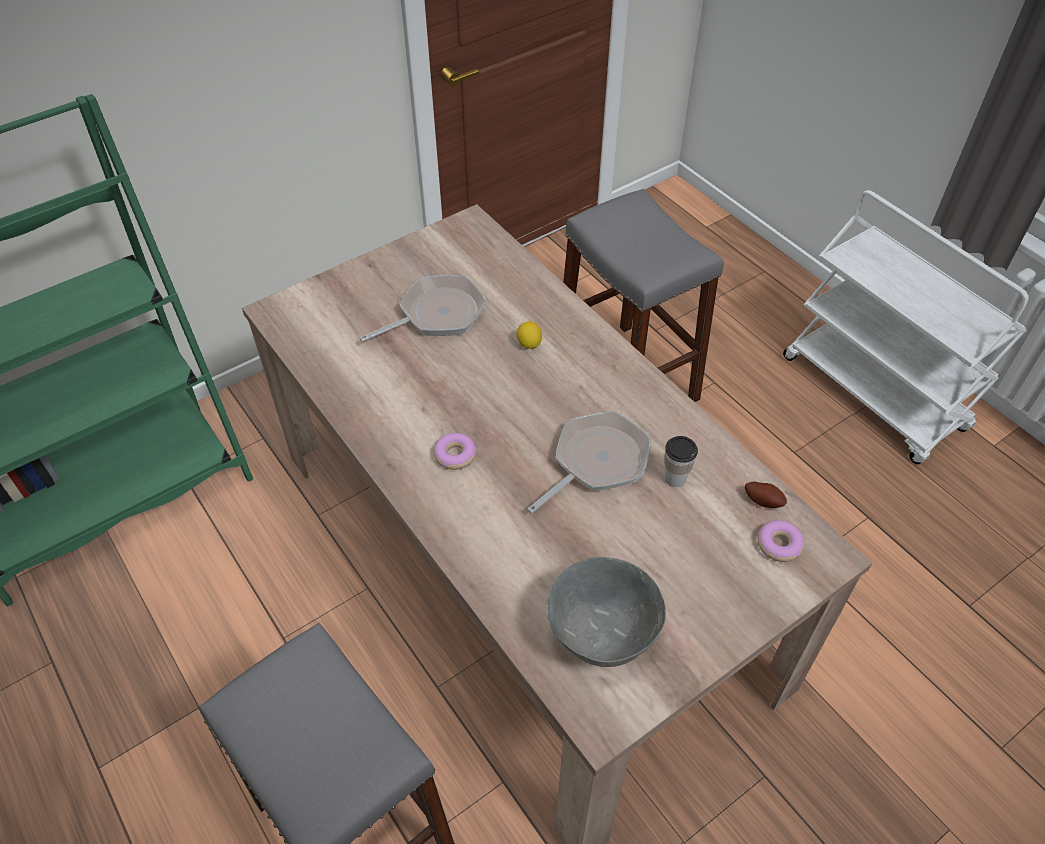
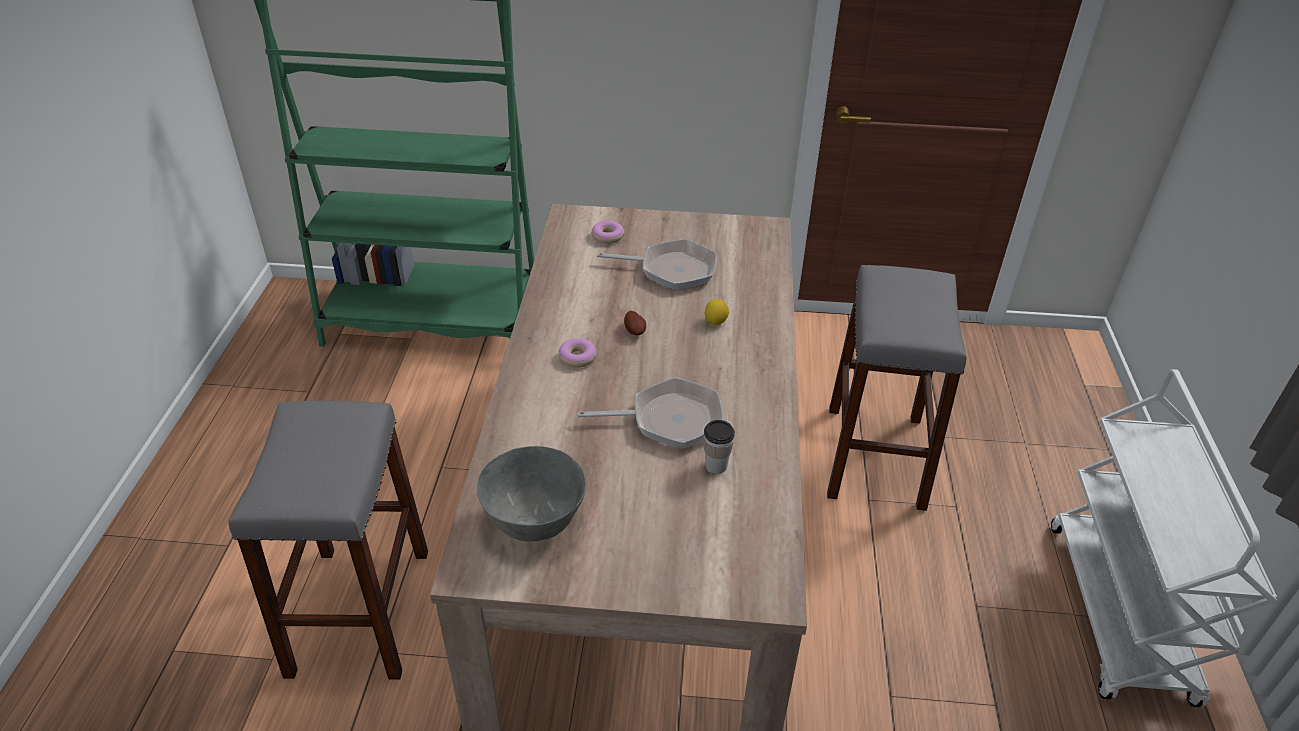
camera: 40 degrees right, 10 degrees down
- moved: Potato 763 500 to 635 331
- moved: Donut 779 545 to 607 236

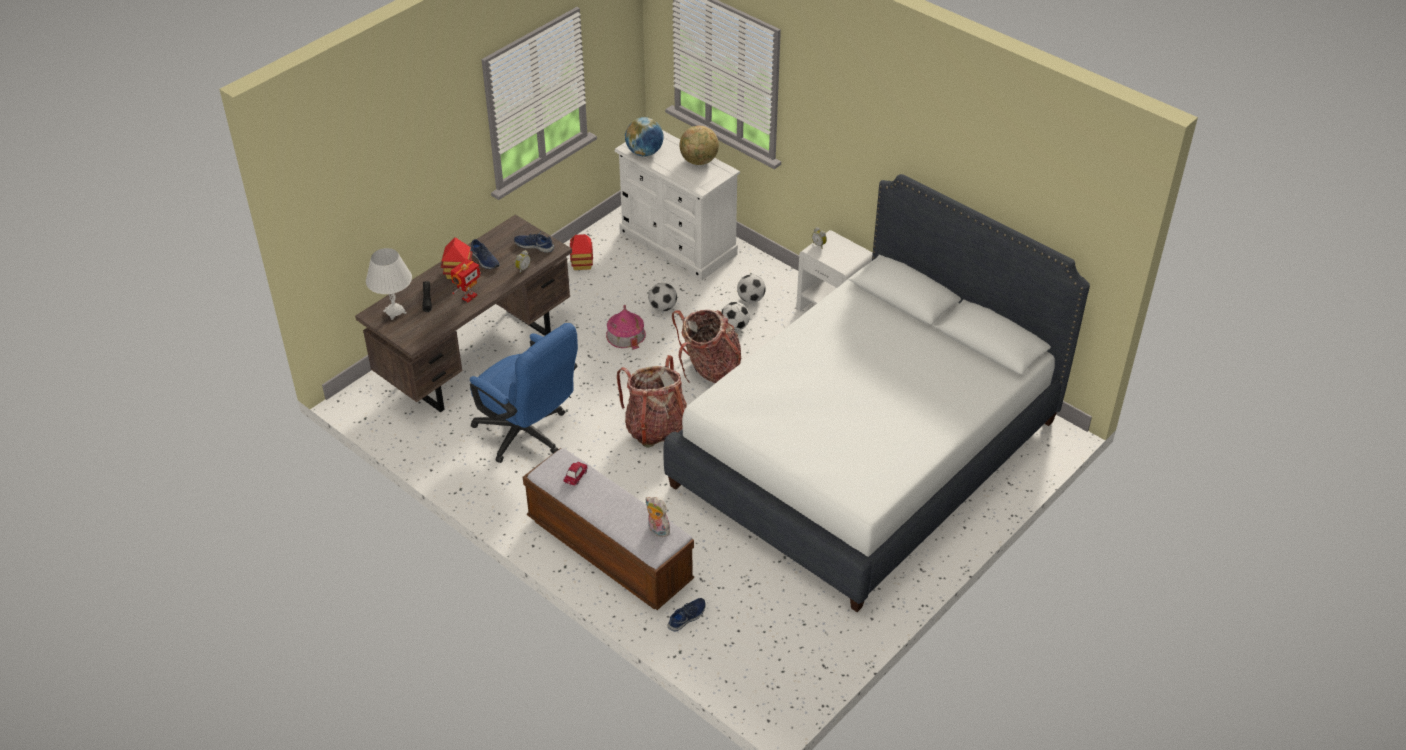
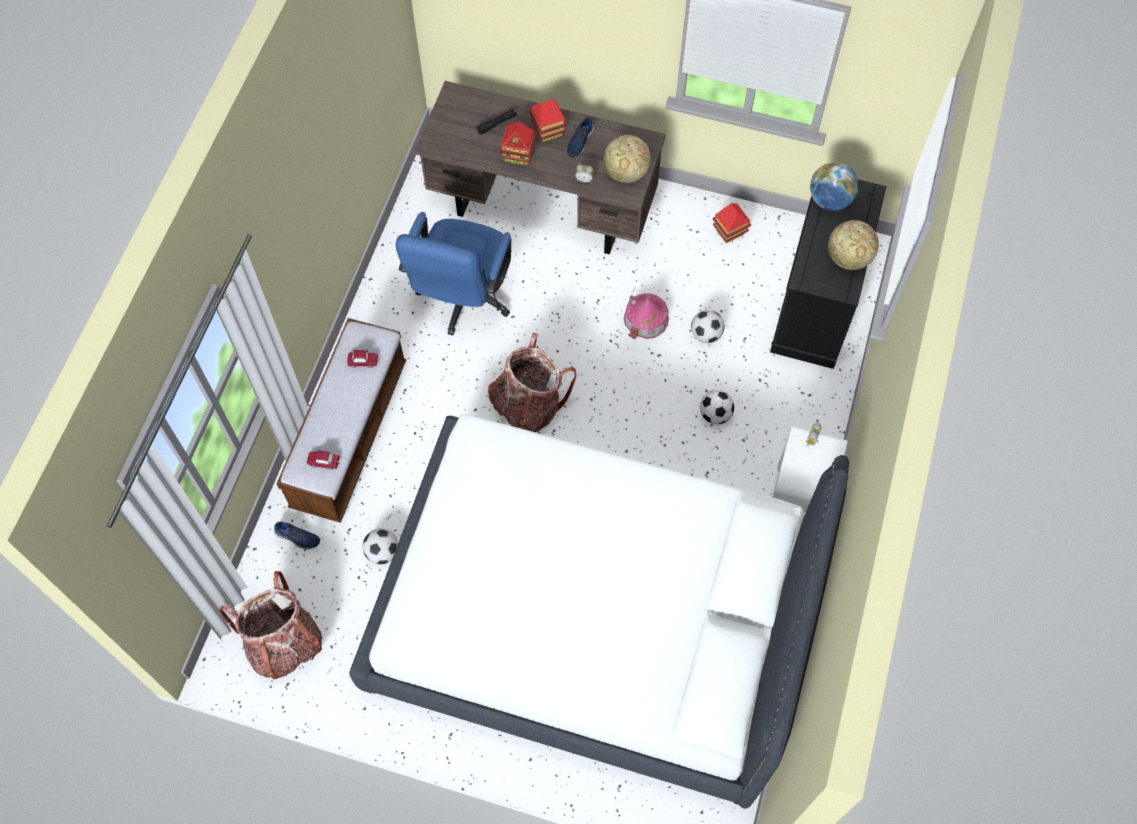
camera: 65 degrees right, 20 degrees up
- recoloured: WhiteDresser 678 244 to BlackDresser 815 304
- replaced: BlueShoe 534 245 to Globe 625 173
- removed: WhiteTableLamp 395 312
- replaced: ToyRobot 468 297 to ToyHouse 518 155
- moved: Football 751 299 to 382 552
- moved: Backpack 710 369 to 284 644
- replaced: PlushToy 657 530 to ToyCar 323 461

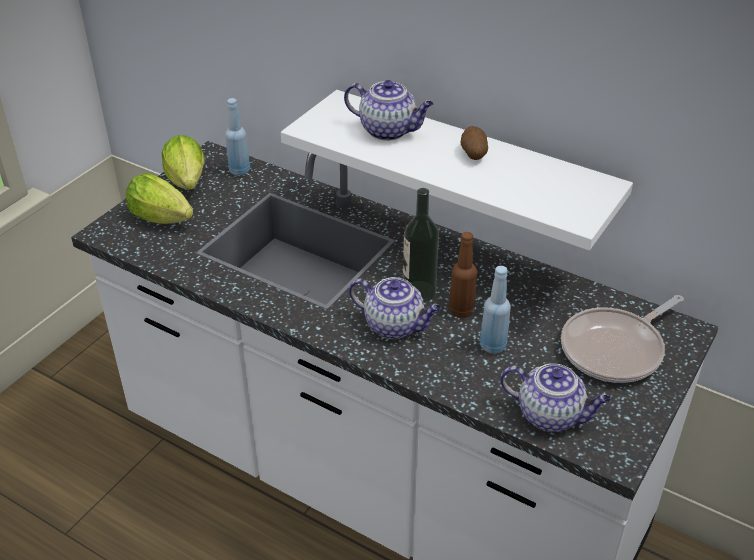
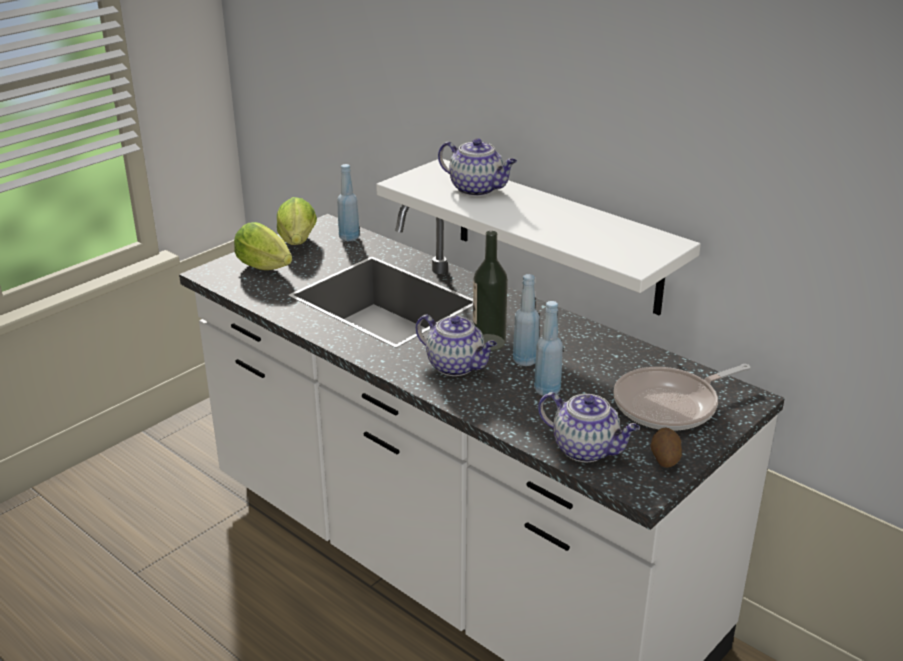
camera: 10 degrees right, 10 degrees down
- moved: Potato 473 154 to 664 460
- recoloured: BrownBottle 461 311 to BlueBottle 525 361

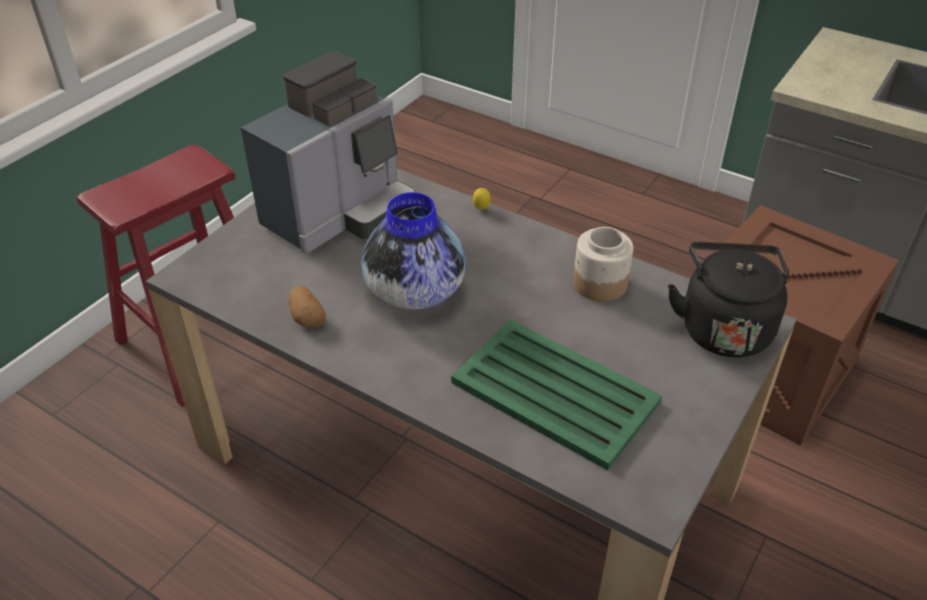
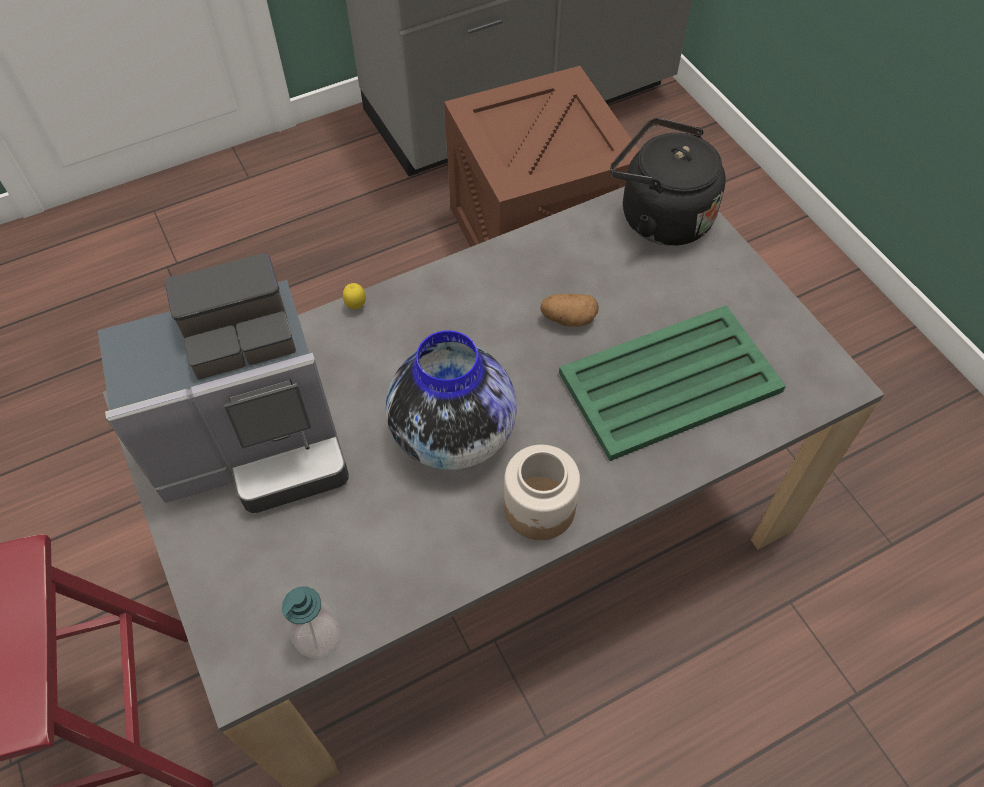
camera: 60 degrees left, 15 degrees up
- turned: CoffeeMachine 340 214 = 256 445 90 degrees clockwise
- moved: Jar 599 284 to 540 508
- moved: Potato 307 317 to 568 319
- added: SoapDispenser 317 636

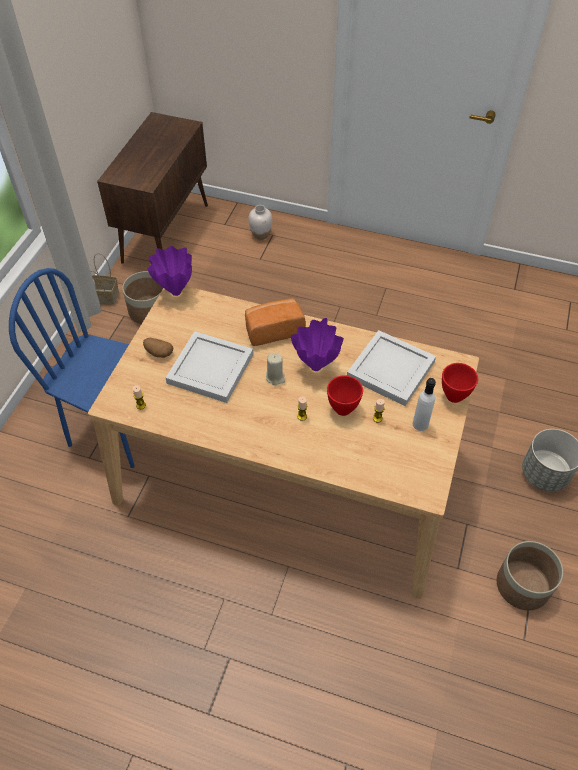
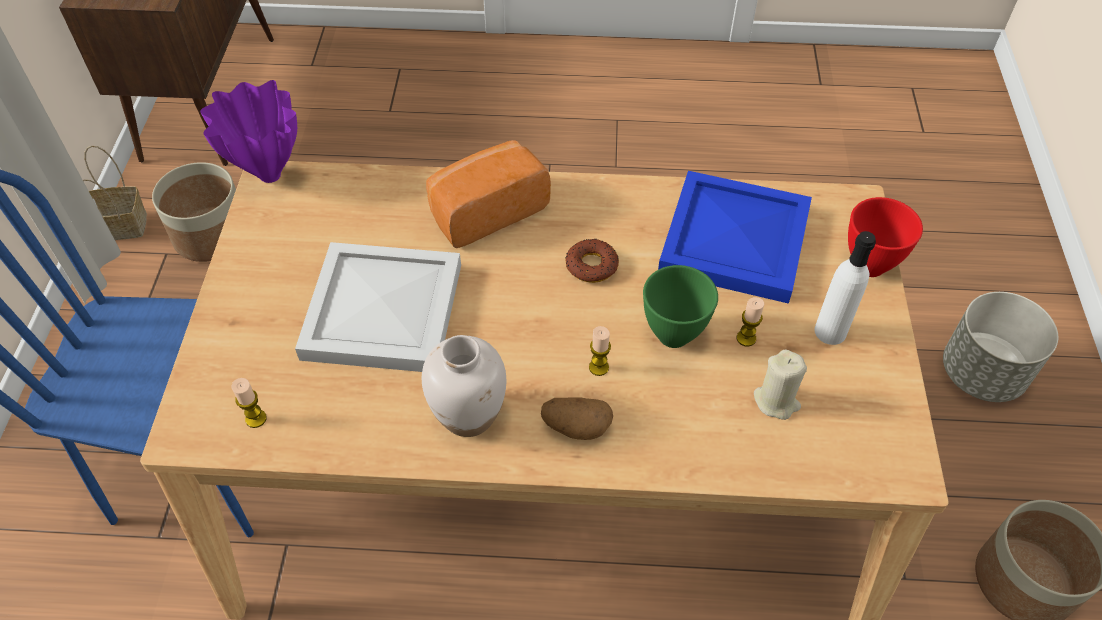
camera: 15 degrees left, 0 degrees up
- moved: WhiteVase 261 235 to 469 416
- replaced: PurpleVase 315 367 to Donut 592 265
- recoloured: WhiteTray 390 368 to BlueTray 733 238
- moved: Potato 158 353 to 576 427
- moved: BeigeCandle 275 377 to 776 401
- recoloured: RedBowl 343 408 to GreenBowl 673 333

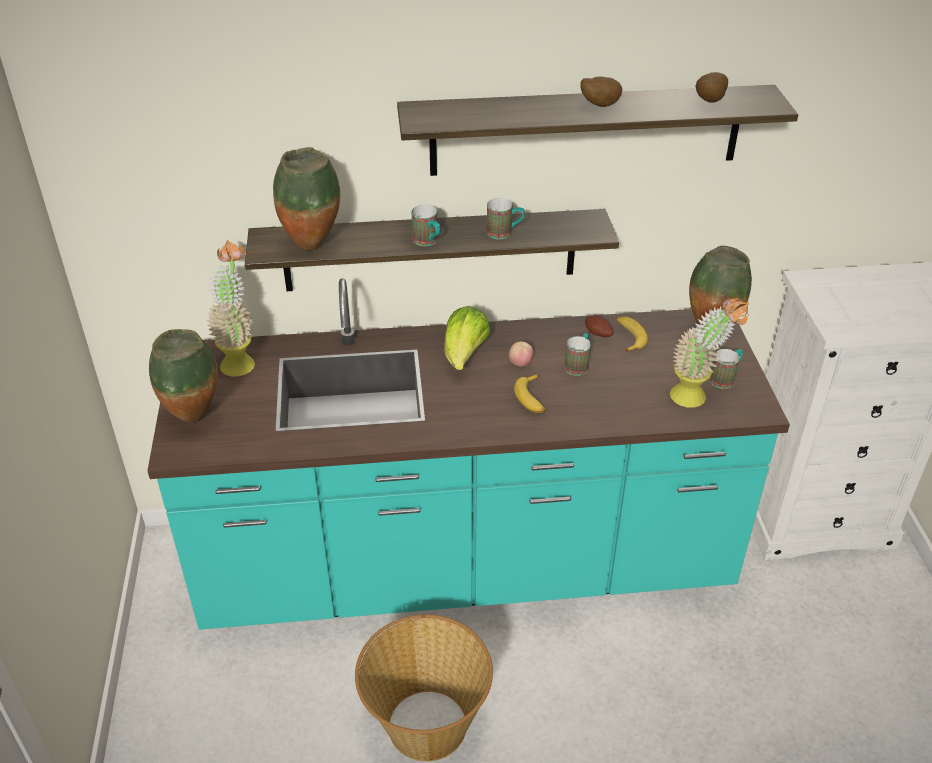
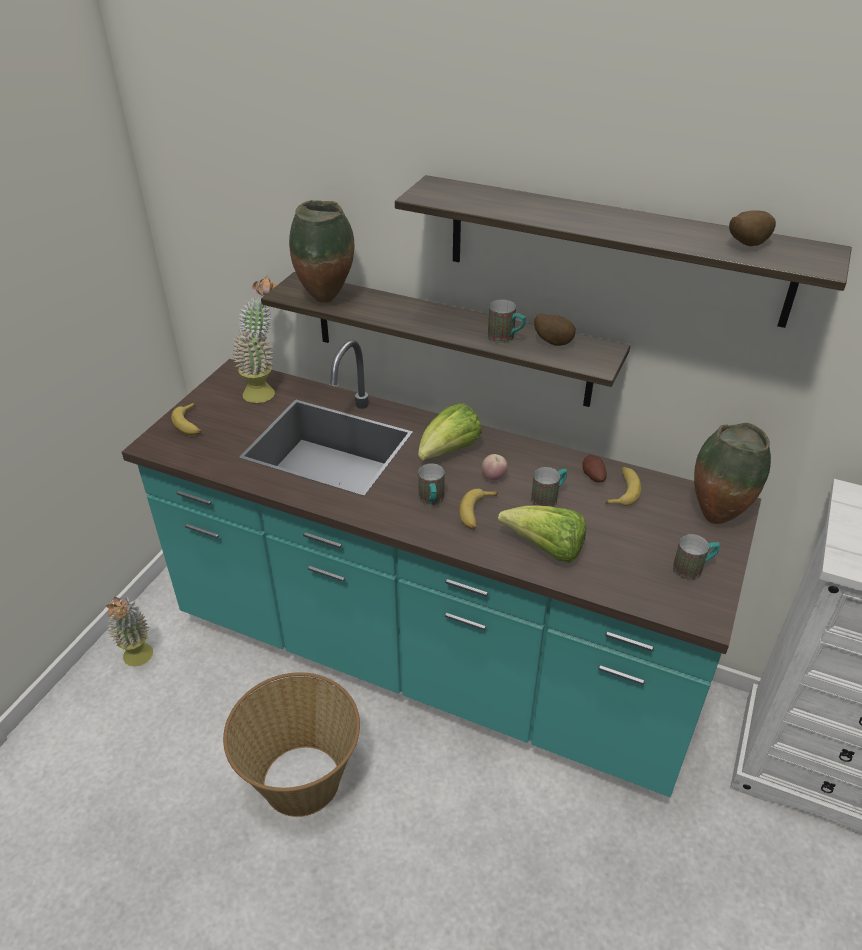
camera: 30 degrees right, 0 degrees up
- moved: Potato 599 105 to 553 342
- moved: Mug 428 242 to 431 501
- moved: PottedPlant 697 399 to 140 660
- replaced: Vase 195 418 to Banana 190 424
- added: Lettuce 545 549

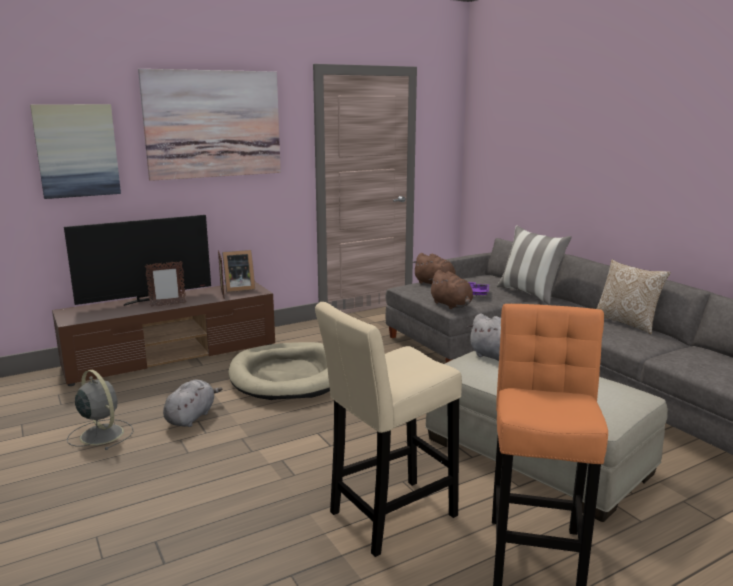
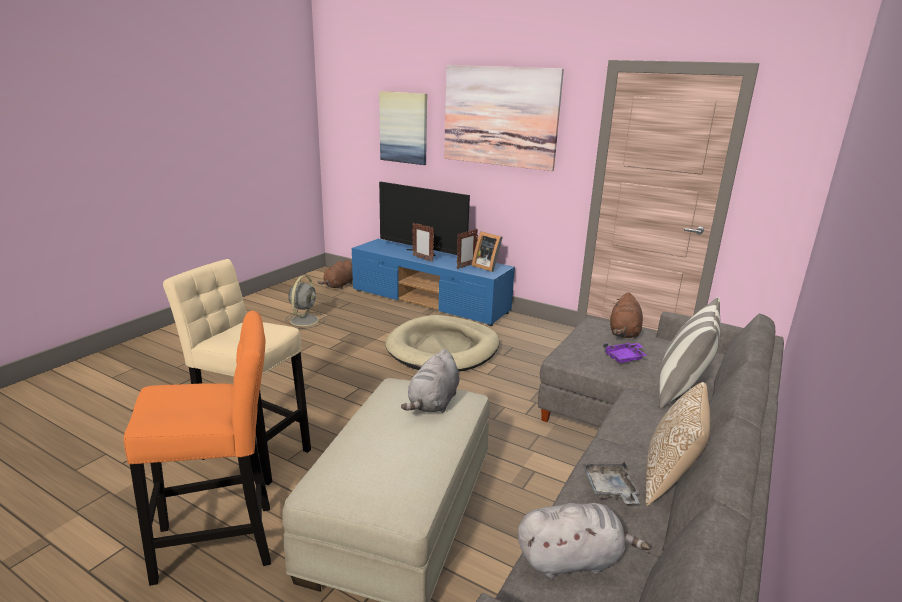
camera: 60 degrees right, 5 degrees up
- moved: BrownPlushToy 452 305 to 339 286
- recoloured: BrownTvStand 173 356 to BlueTvStand 430 301
- moved: GreyPlushToy 191 417 to 572 560
- added: GreyTray 609 489

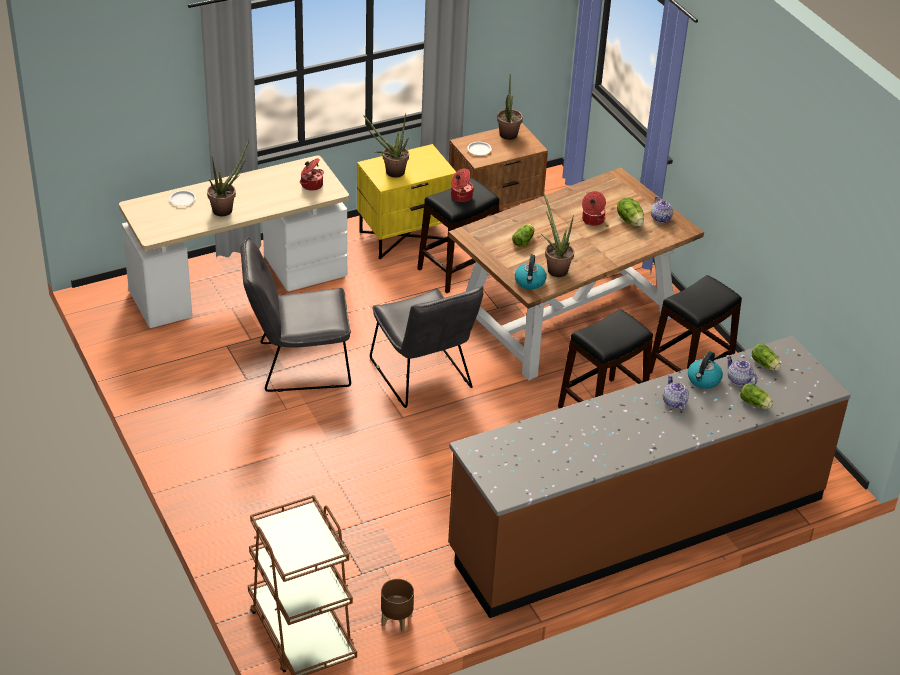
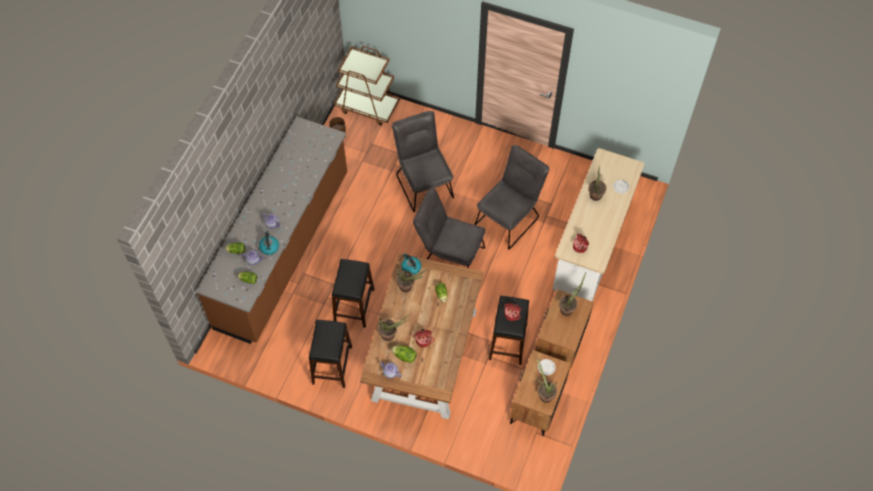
camera: 140 degrees right, 20 degrees up
- recoloured: YellowNightstand 405 235 to BrownNightstand 560 345
- added: GreyChair 423 183
- added: PottedPlant 391 335

